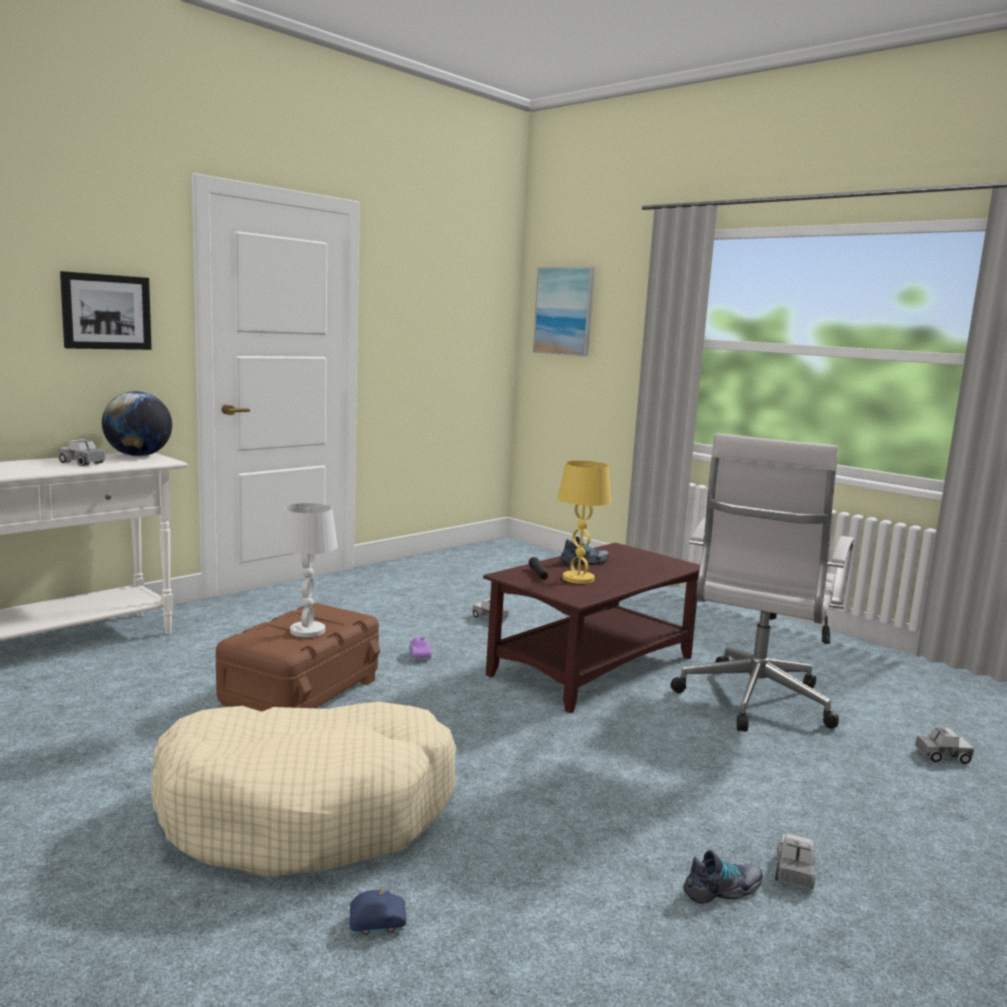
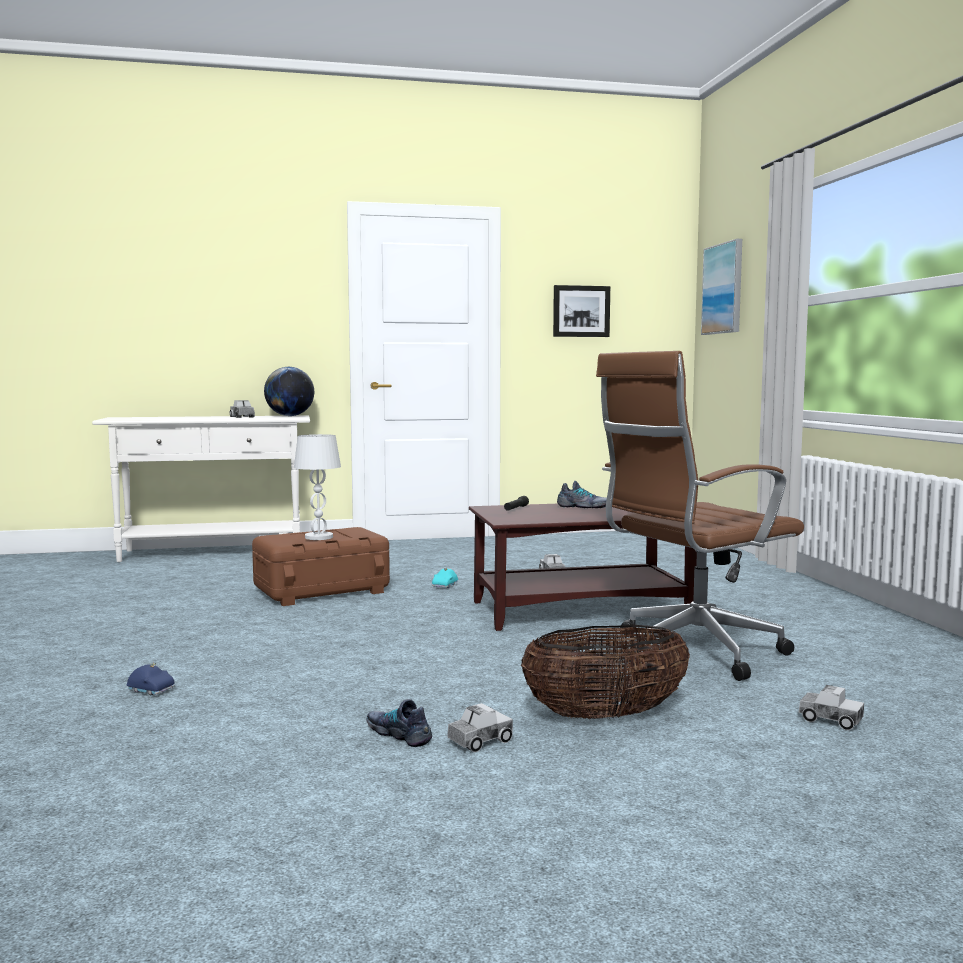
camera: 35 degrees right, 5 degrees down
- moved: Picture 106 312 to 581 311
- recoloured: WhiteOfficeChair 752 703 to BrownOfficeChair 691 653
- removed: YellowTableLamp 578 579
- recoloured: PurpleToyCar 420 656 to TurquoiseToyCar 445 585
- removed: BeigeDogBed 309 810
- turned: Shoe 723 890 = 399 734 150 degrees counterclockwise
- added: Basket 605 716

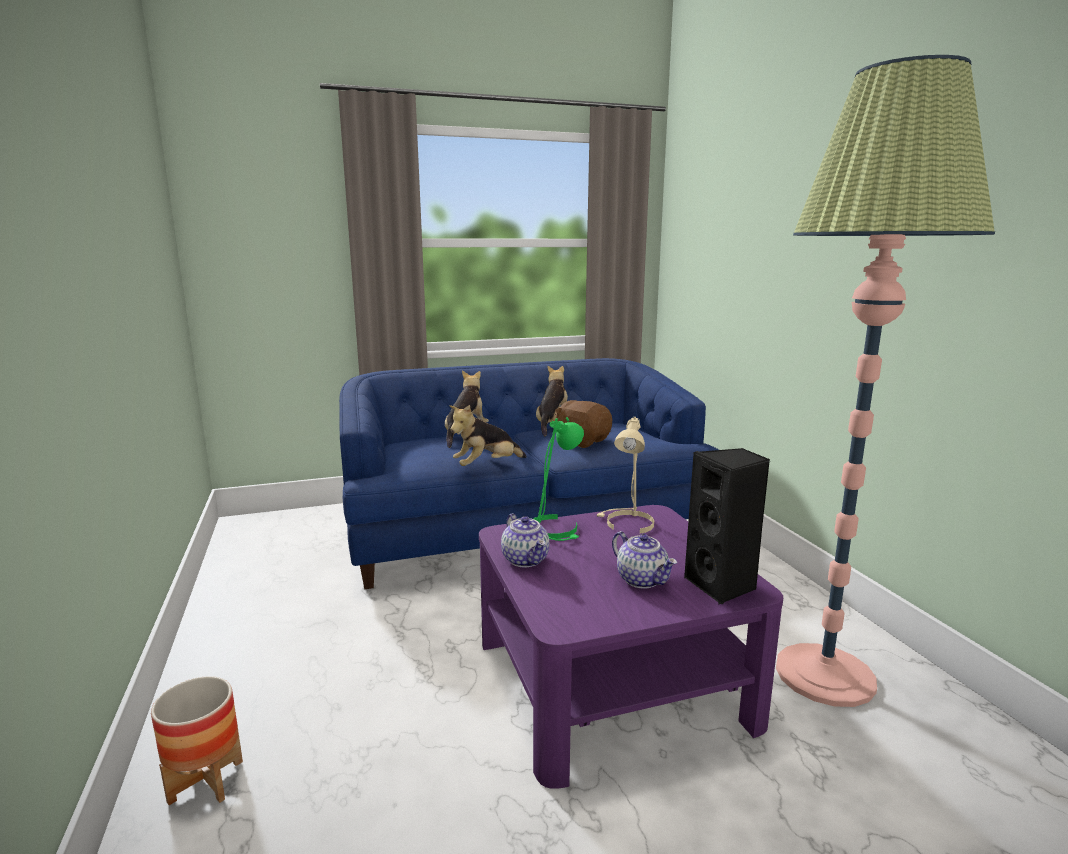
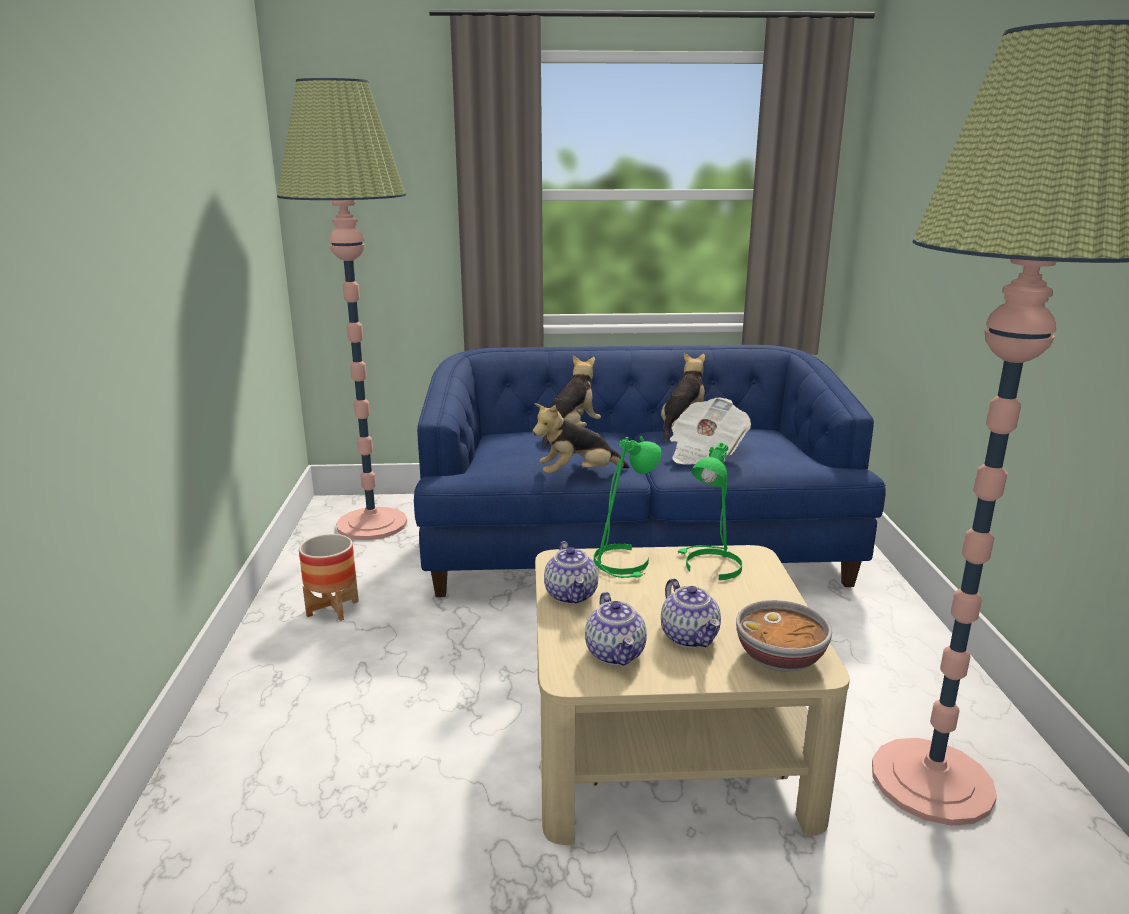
camera: 15 degrees right, 5 degrees up
- replaced: BrownPlushToy 582 441 to Newspaper 705 453
- recoloured: BeigeTableLamp 626 523 to GreenTableLamp 709 565
- replaced: BlackSpeaker 722 586 to Bowl 780 658
- recoloured: PurpleCoffeeTable 612 679 to BeigeCoffeeTable 667 741
- moved: Planter 206 781 to 332 608
- added: FloorLamp 372 524
- added: Teapot 616 654

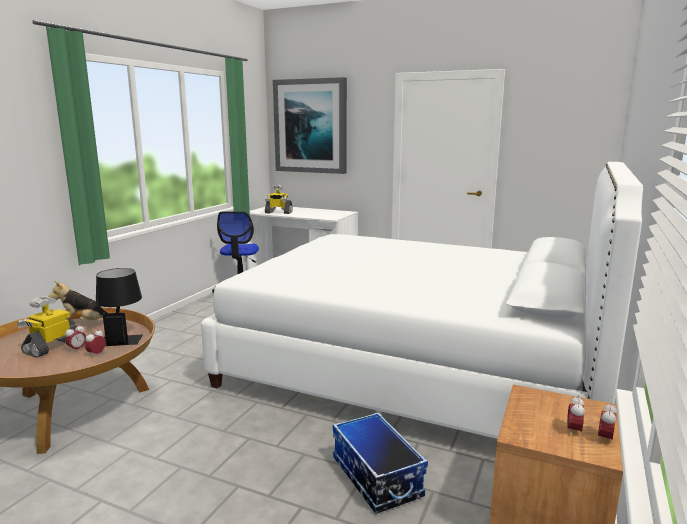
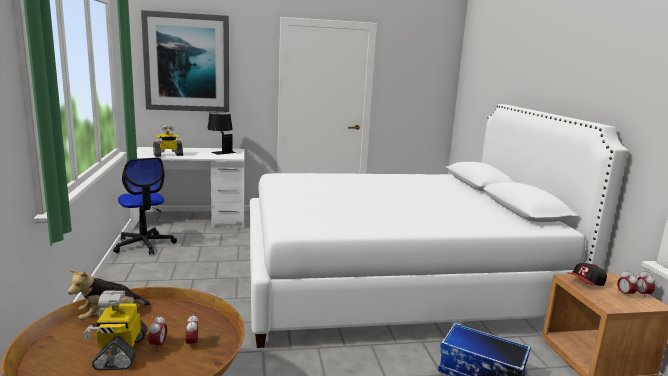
camera: 35 degrees left, 0 degrees up
- moved: BlackTableLamp 122 337 to 221 151
- added: Cap 585 283

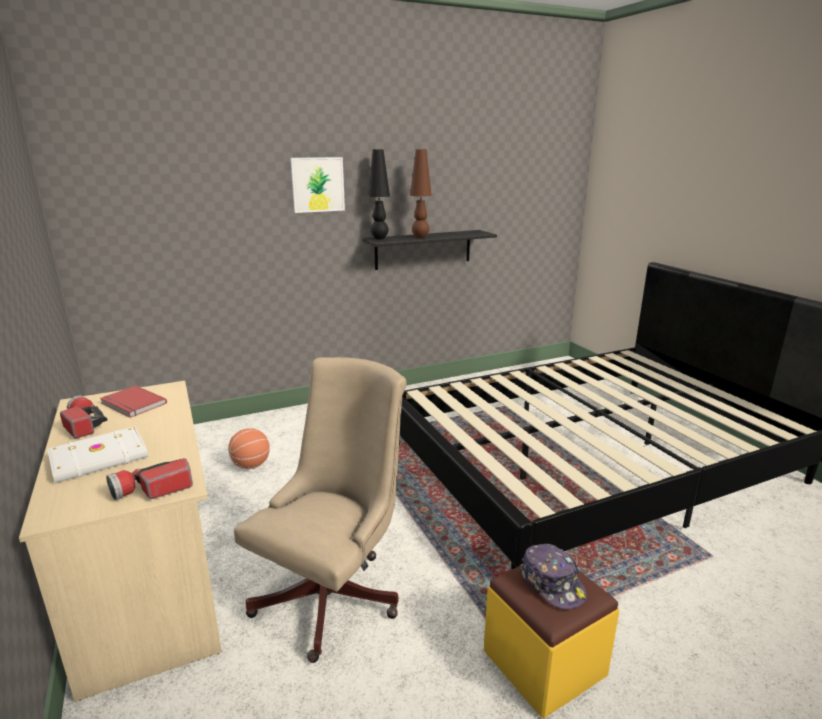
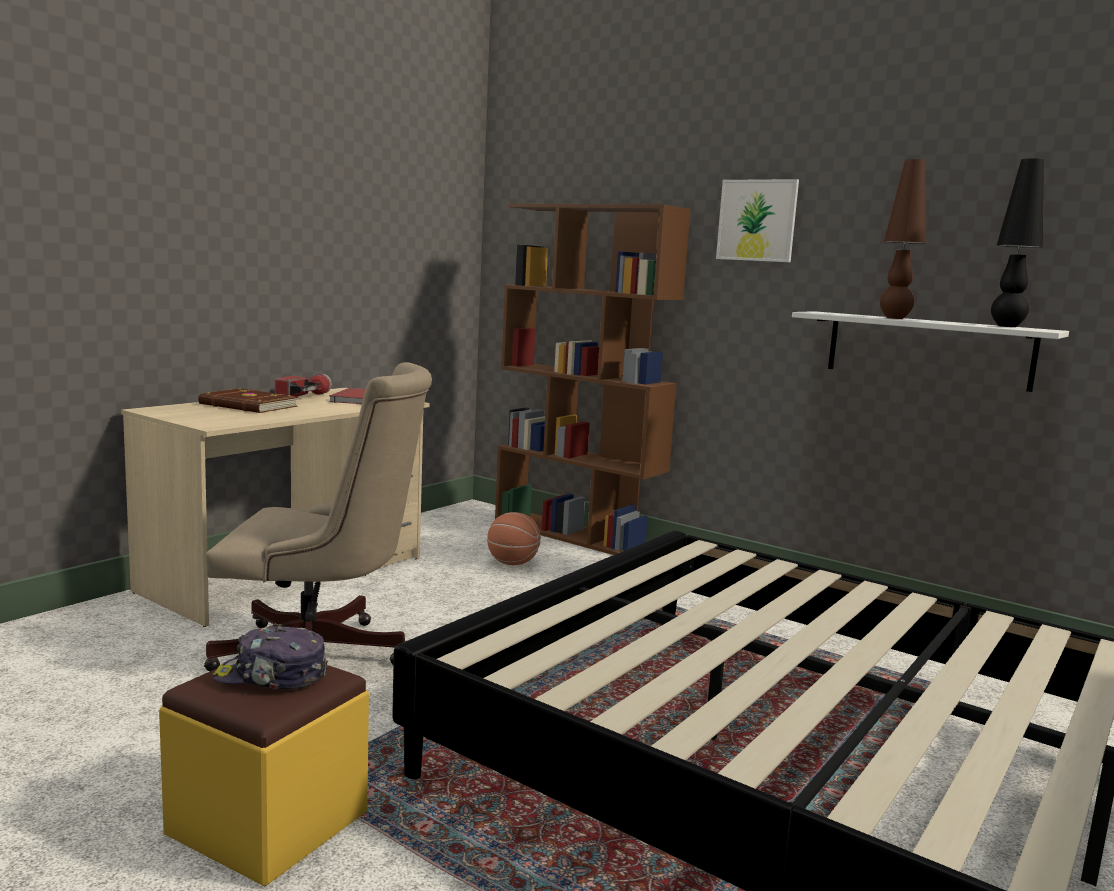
camera: 60 degrees right, 10 degrees down
- moved: BlackTableLamp 379 238 to 1006 326
- recoloured: BlackShelf 423 249 to WhiteShelf 928 350
- recoloured: WhiteBook 100 458 to BrownBook 247 406
- removed: Flashlight 152 489
- turned: Cap 552 583 = 271 676 60 degrees clockwise
- added: BrownBookcase 577 535

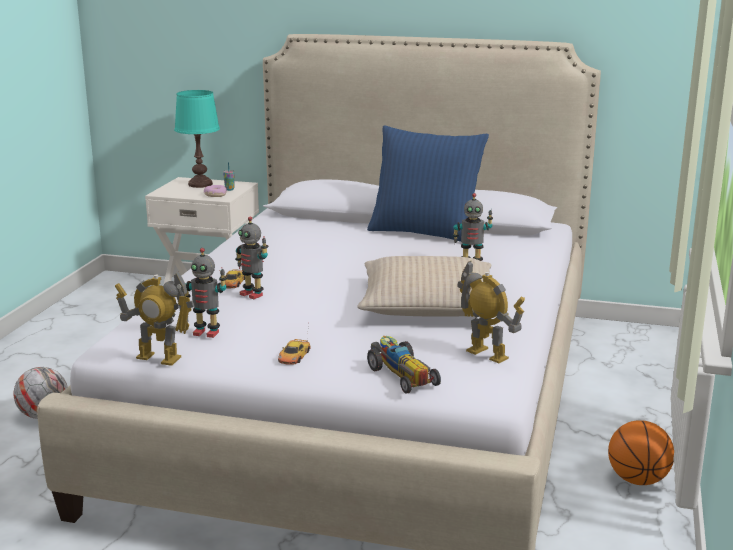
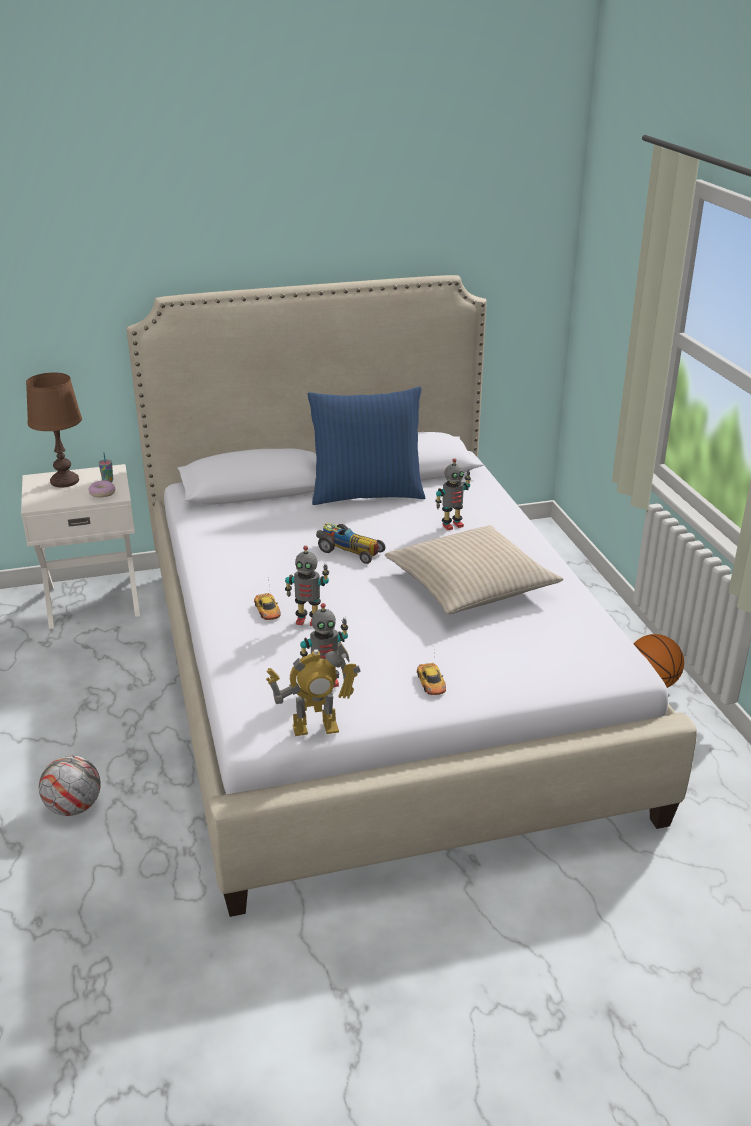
camera: 30 degrees left, 10 degrees up
- recoloured: TurquoiseTableLamp 200 184 to BrownTableLamp 65 481
- removed: ToyRobot 487 354
- moved: ToyCar 401 374 to 348 550

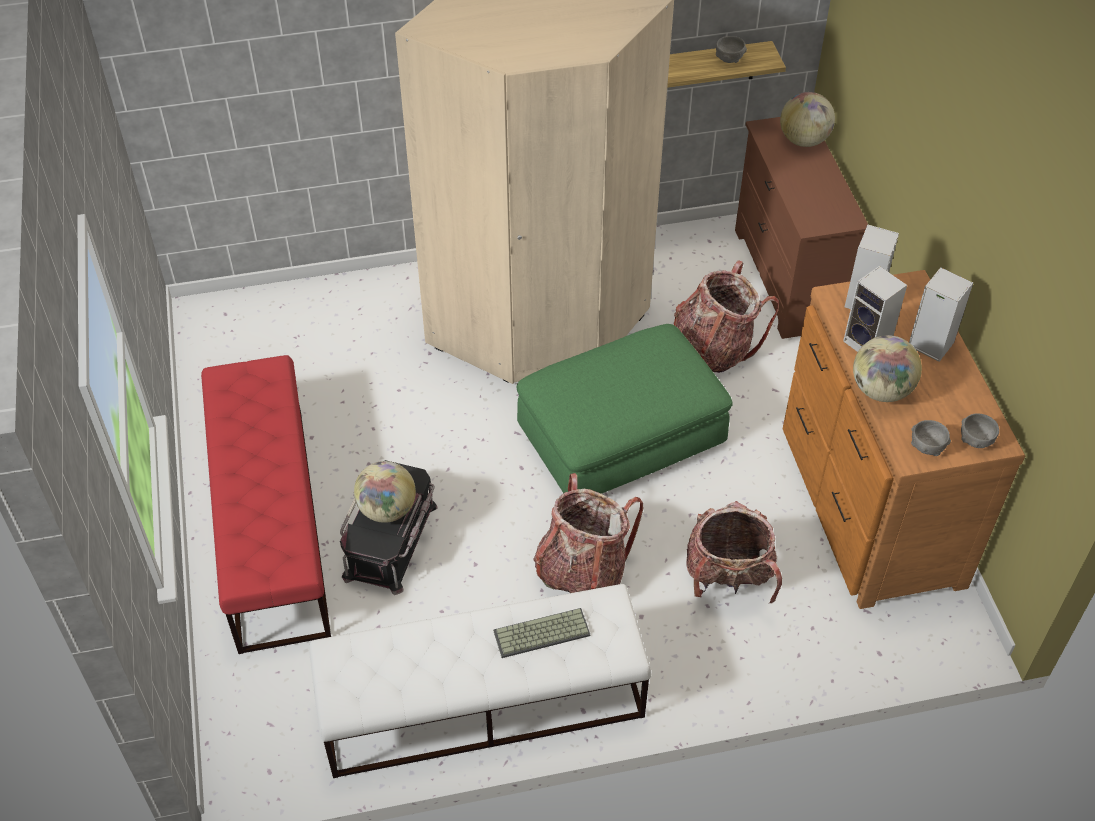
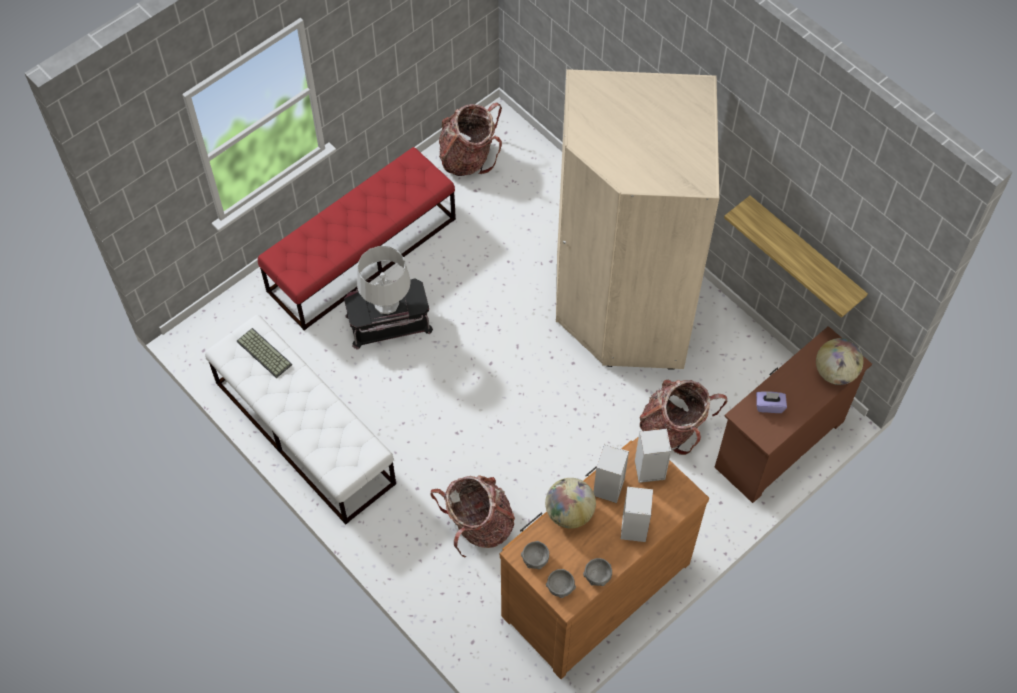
camera: 60 degrees right, 10 degrees up
- moved: GreyBowl 729 59 to 597 576
- removed: GreenOttoman 621 435
- replaced: Globe 387 509 to GreyTableLamp 386 303
- moved: Backpack 582 571 to 468 157
- moved: Keyboard 541 635 to 263 353
- added: PurpleTissueBox 769 406

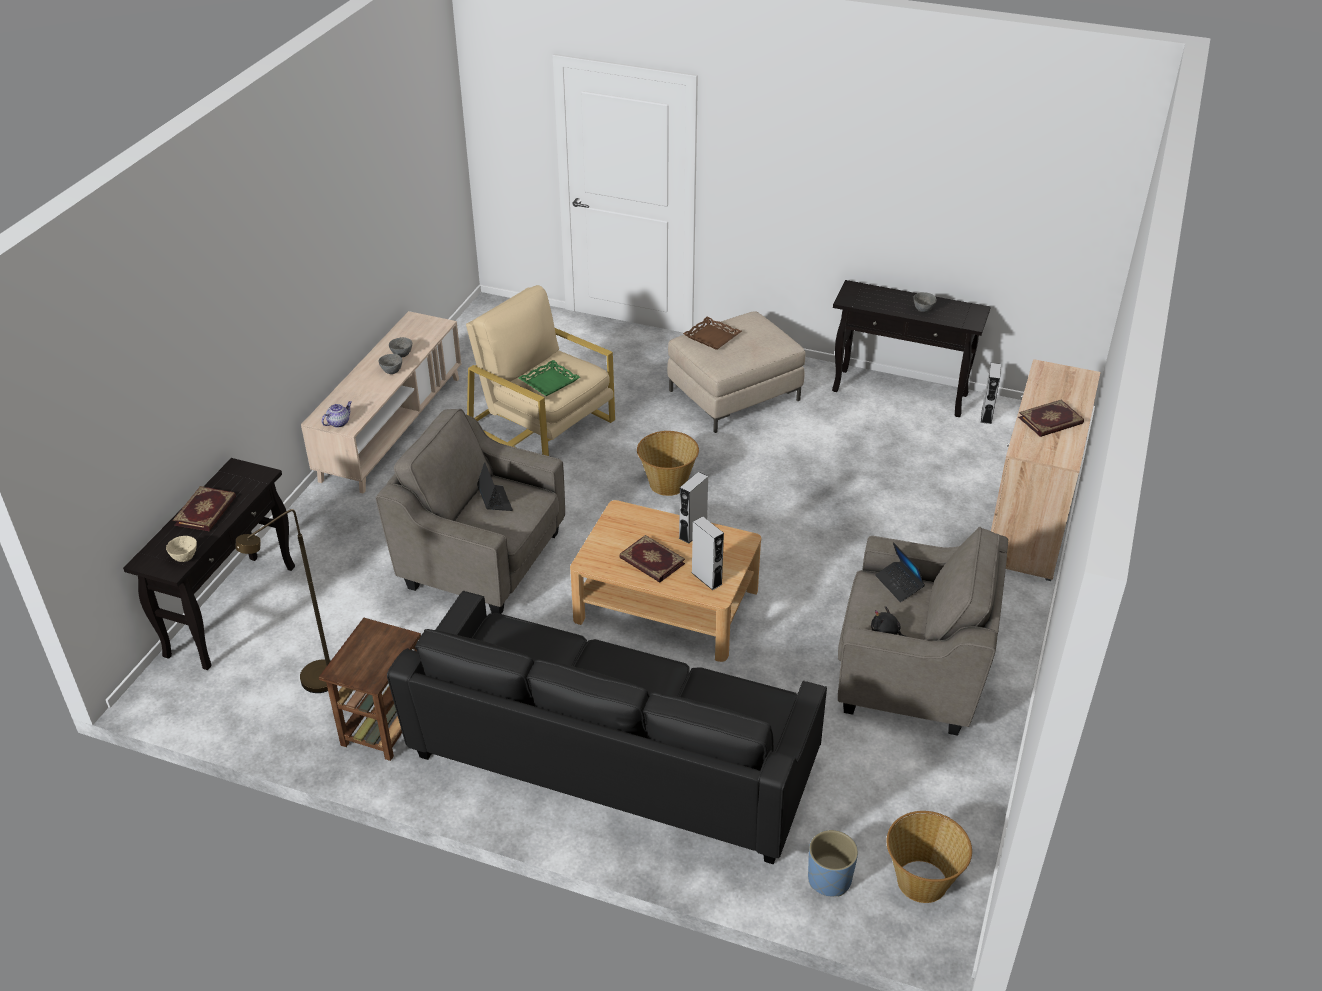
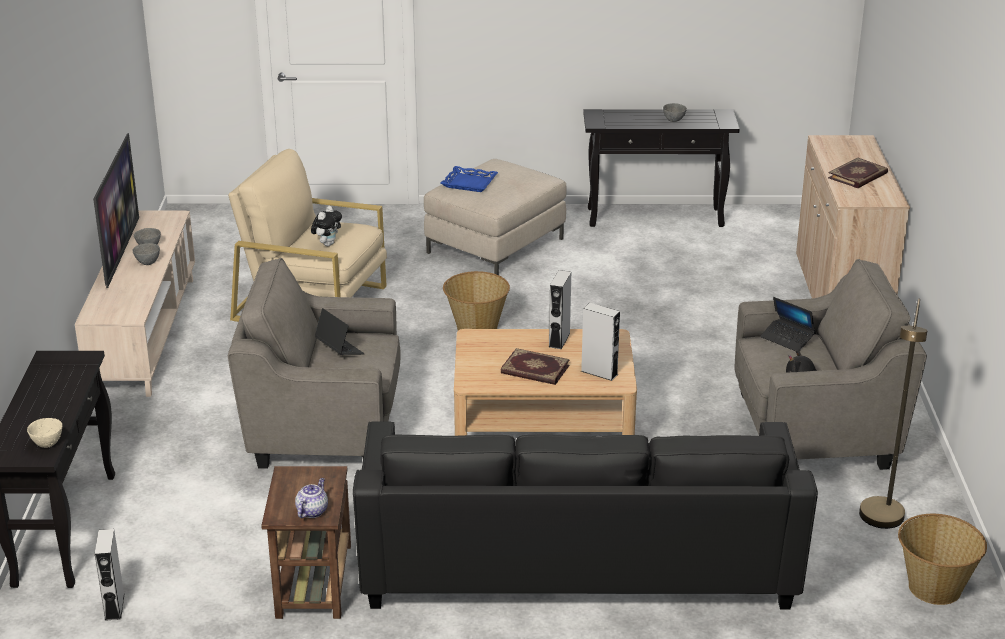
camera: 20 degrees left, 10 degrees down
- recoloured: BrownTray 712 337 to BlueTray 469 183
- replaced: GreenTray 549 382 to PlushToy 327 244
- moved: GreySpeaker 986 415 to 114 606
- moved: Teapot 339 422 to 312 511
- removed: Book 206 511
- moved: BrownFloorLamp 313 686 to 882 523
- removed: BluePlanter 829 879
- added: Television 120 251

